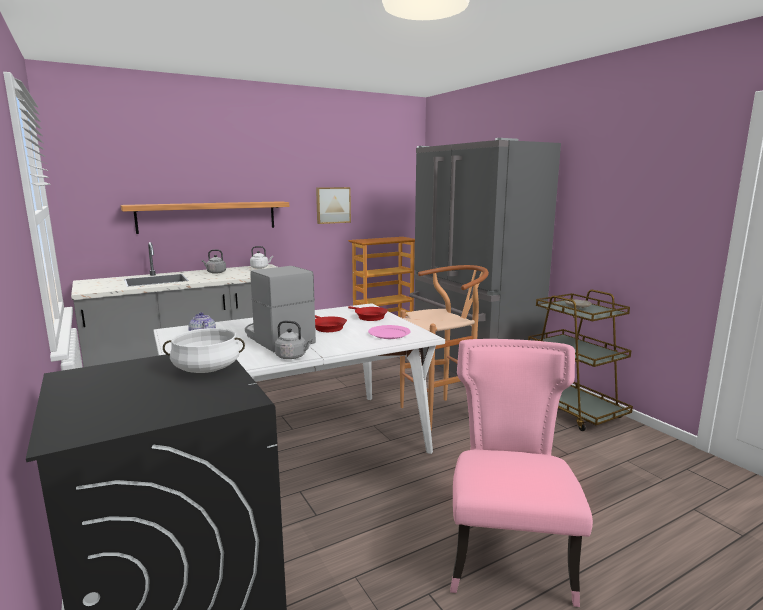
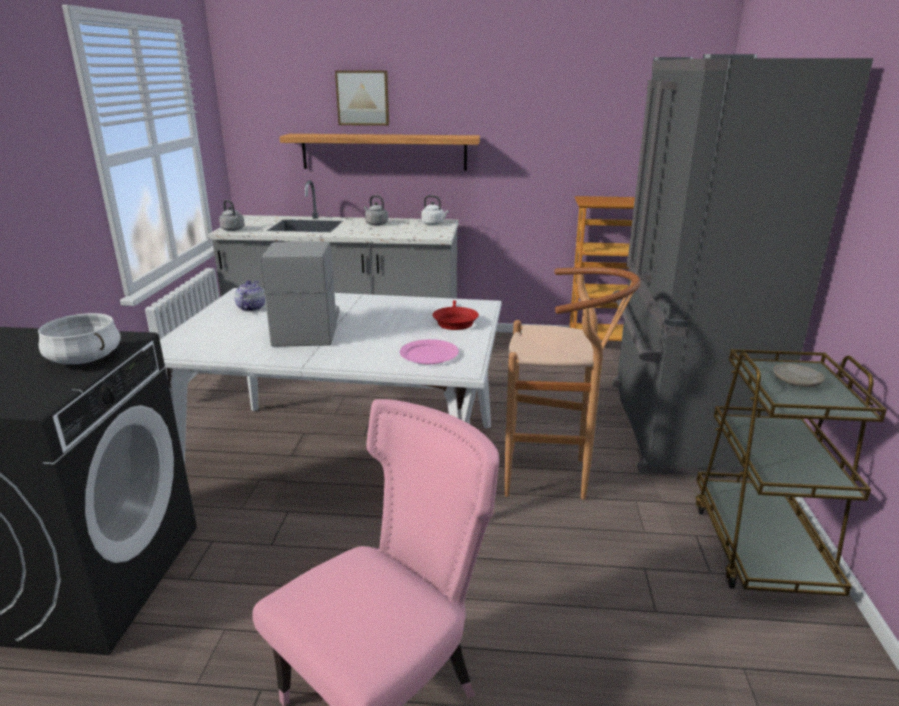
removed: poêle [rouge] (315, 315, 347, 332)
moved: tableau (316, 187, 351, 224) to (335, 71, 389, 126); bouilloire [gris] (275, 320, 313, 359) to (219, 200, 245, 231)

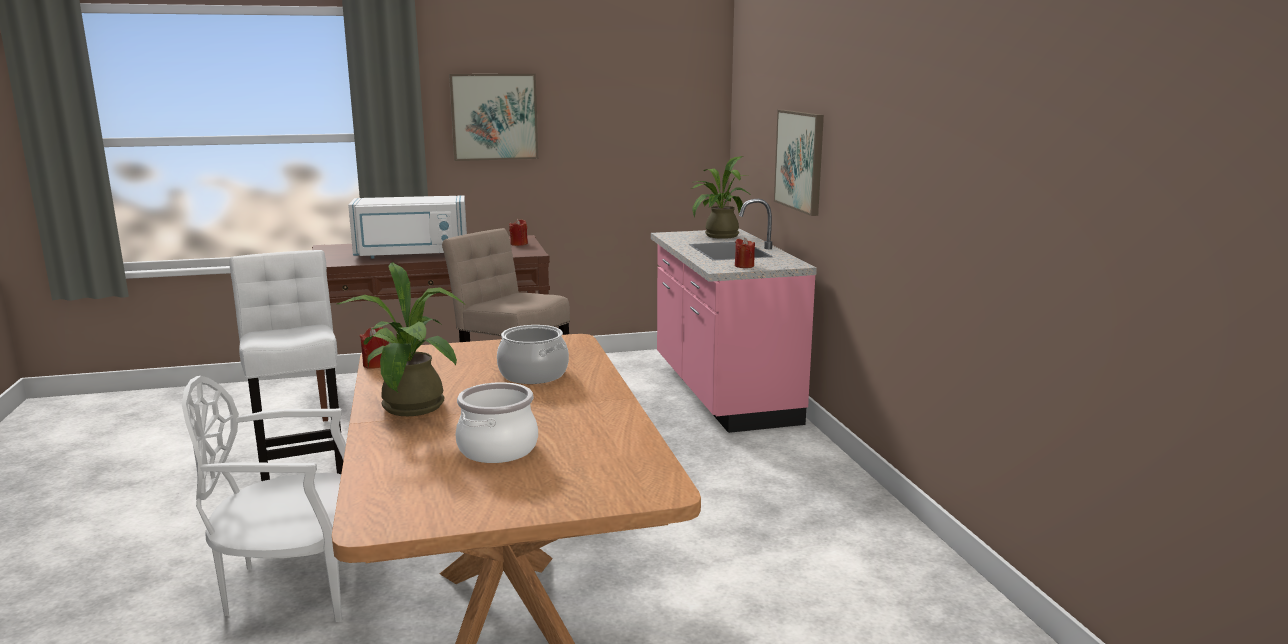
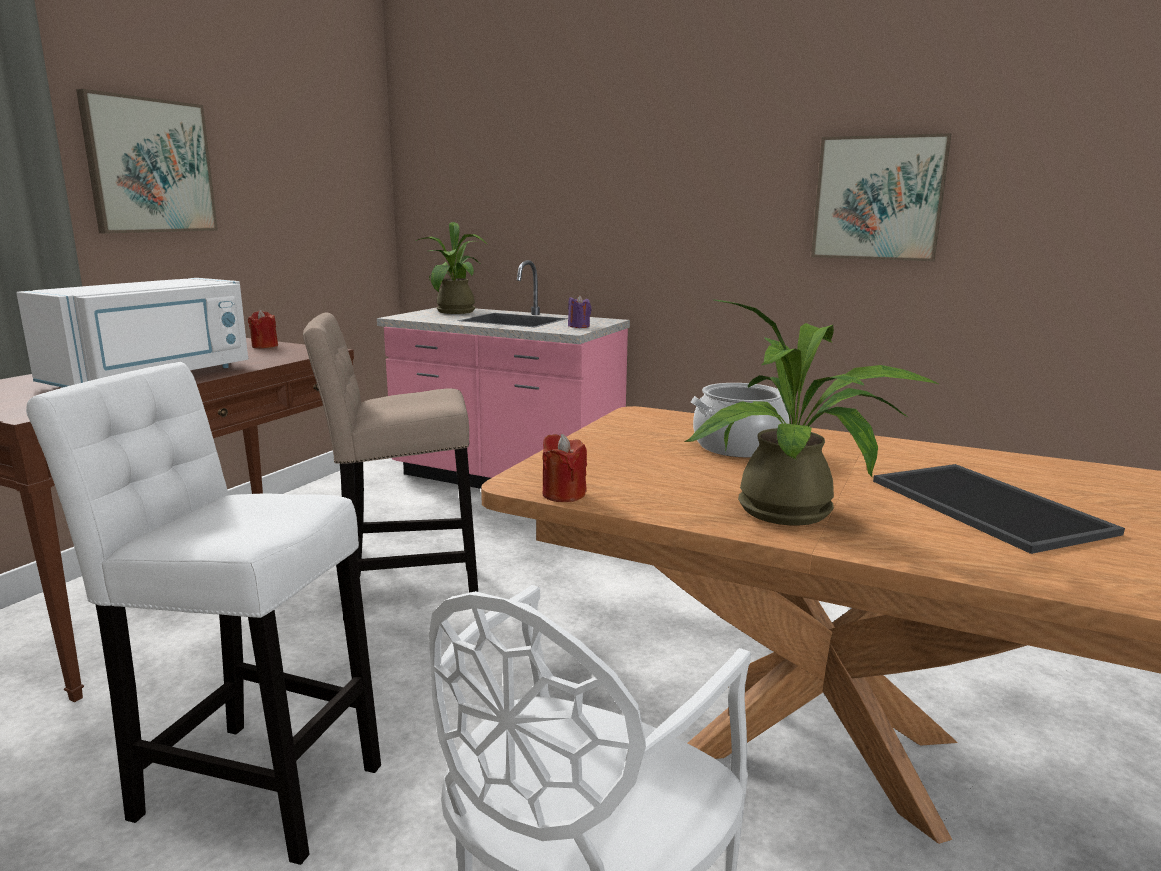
moved: tableau (774, 110, 824, 216) to (811, 133, 952, 261)
replaced: marmite (456, 382, 538, 463) to plateau (873, 464, 1125, 554)
recoloured: bougie [rouge] (735, 238, 755, 268) to bougie [violet] (568, 295, 592, 328)

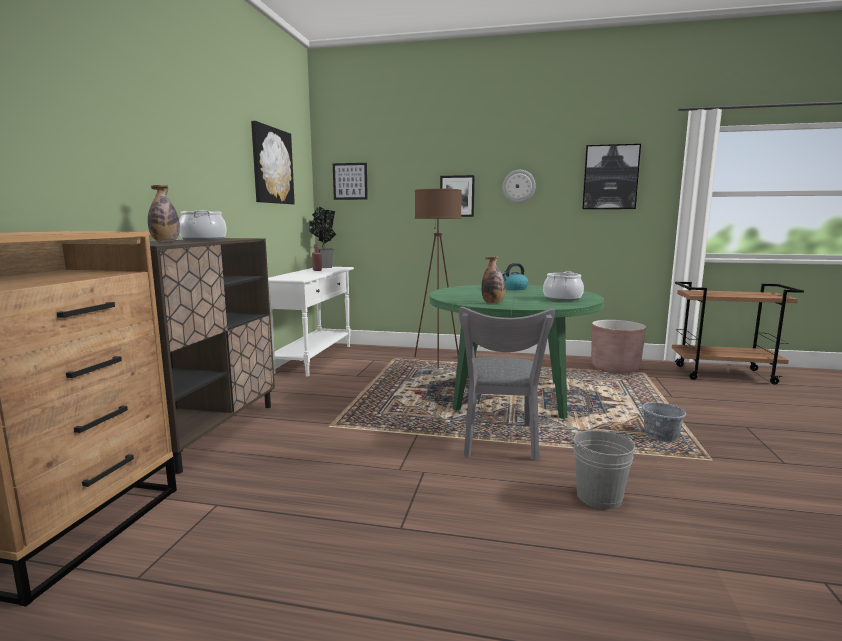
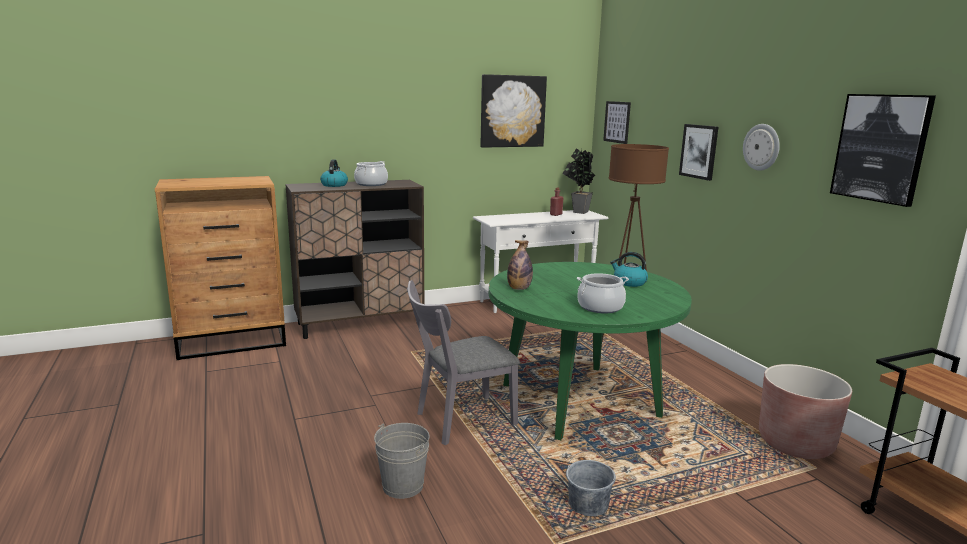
replaced: bouteille (148, 185, 180, 242) to bouilloire (320, 159, 348, 187)

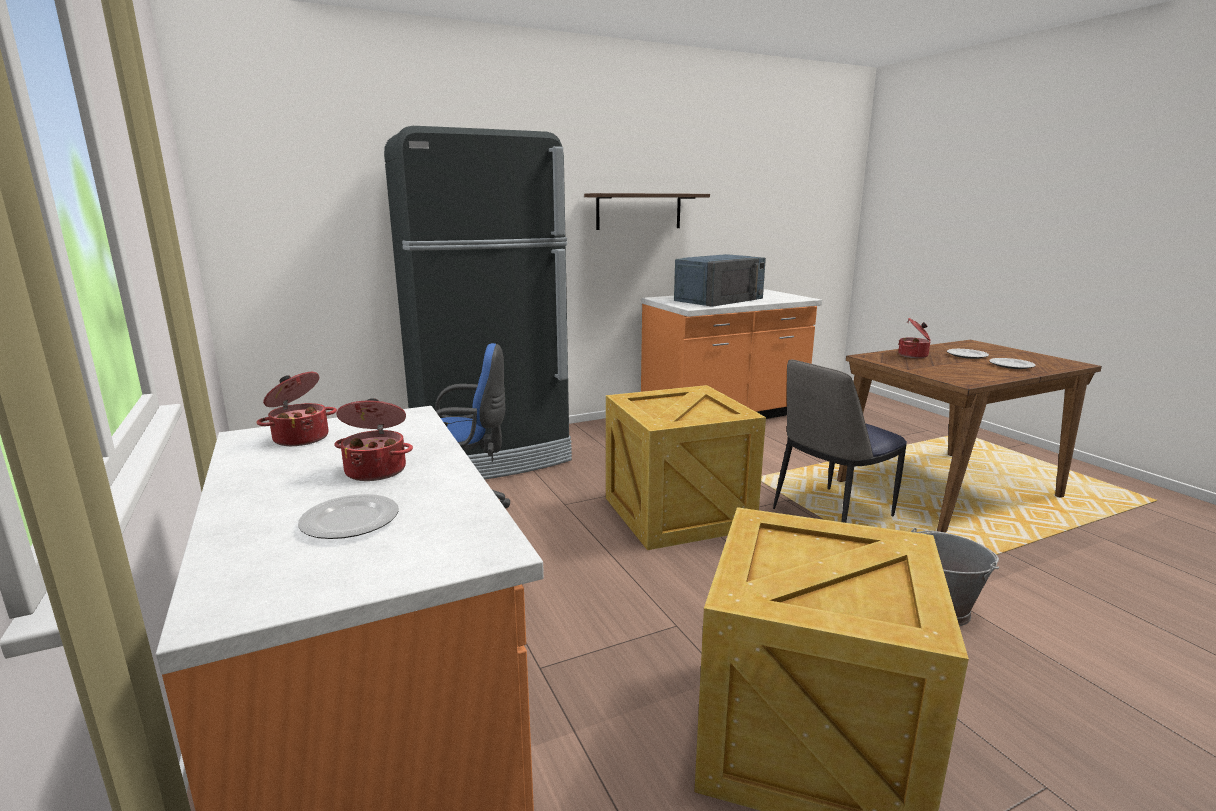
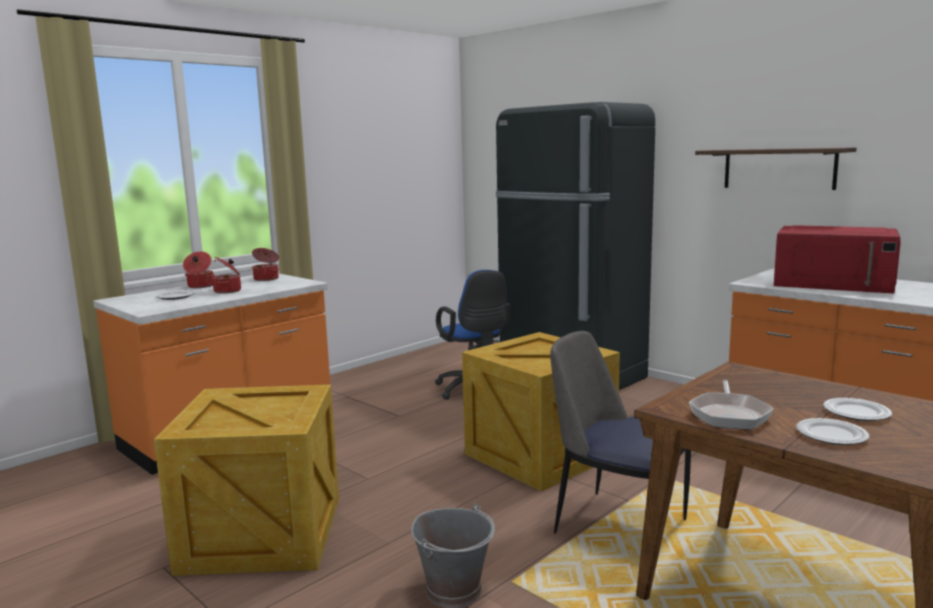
added: poêle (689, 380, 774, 430)
moved: marmite (898, 318, 931, 358) to (183, 251, 215, 288)
recoloured: micro-ondes [bleu] (674, 254, 766, 307) to micro-ondes [rouge] (774, 225, 901, 294)

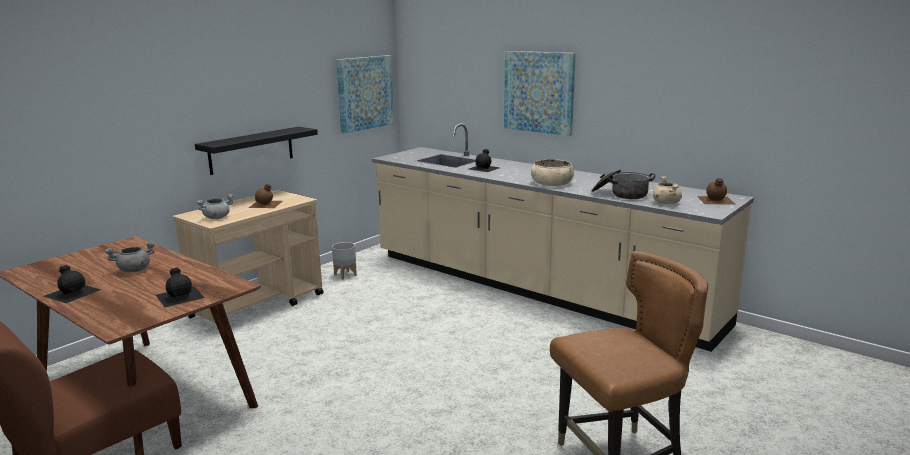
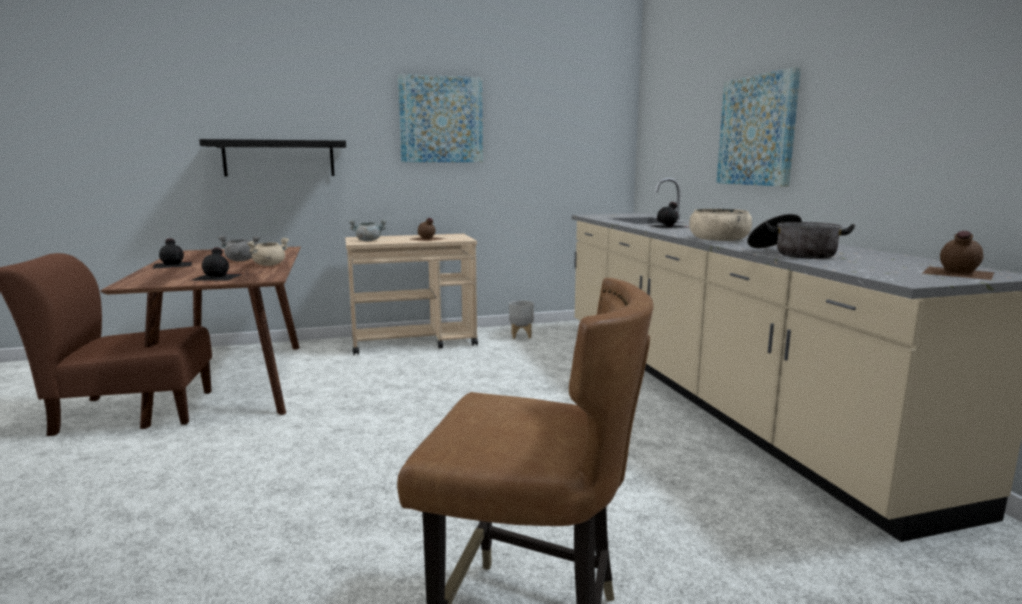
moved: tableau (336, 55, 394, 133) to (398, 74, 483, 162); étagère [noir] (195, 127, 318, 175) to (199, 139, 346, 177); marmite [beige] (653, 176, 682, 204) to (247, 238, 289, 266)

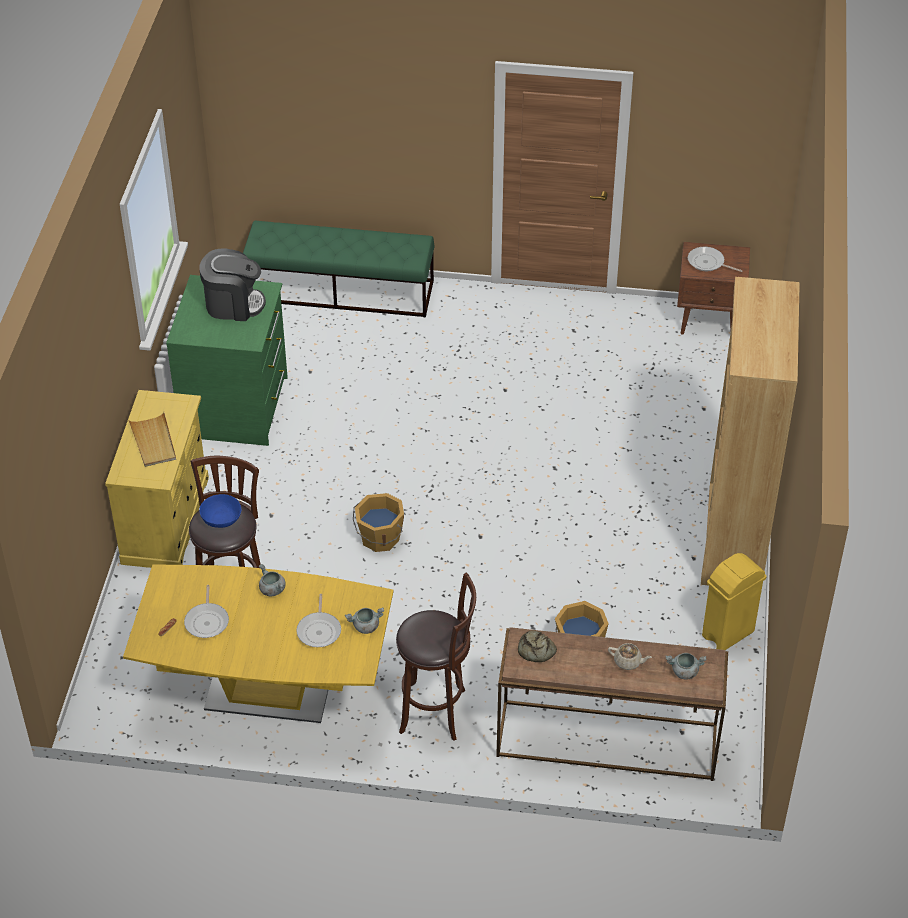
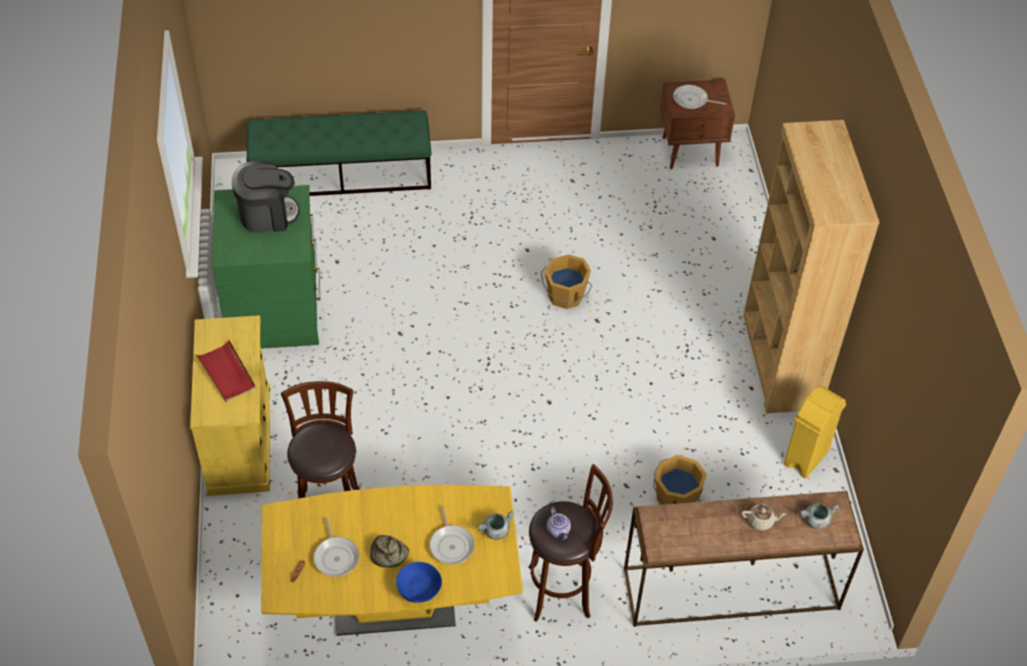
removed: marmite [gris] (259, 564, 286, 596)
added: théière (547, 507, 571, 540)
moved: seau [orange] (353, 493, 404, 552) to (541, 255, 592, 309); bol [bleu] (199, 494, 241, 528) to (396, 562, 442, 603); pain (518, 630, 557, 662) to (370, 535, 409, 568)
recoloured: plateau [beige] (128, 412, 176, 467) to plateau [rouge] (195, 340, 256, 402)

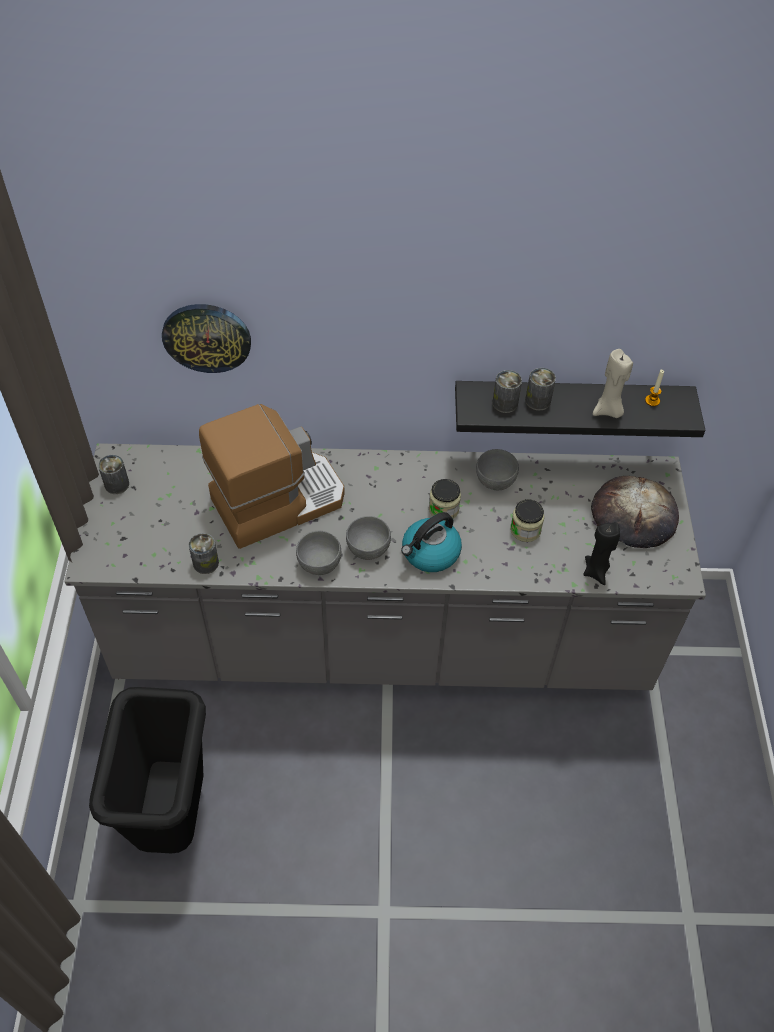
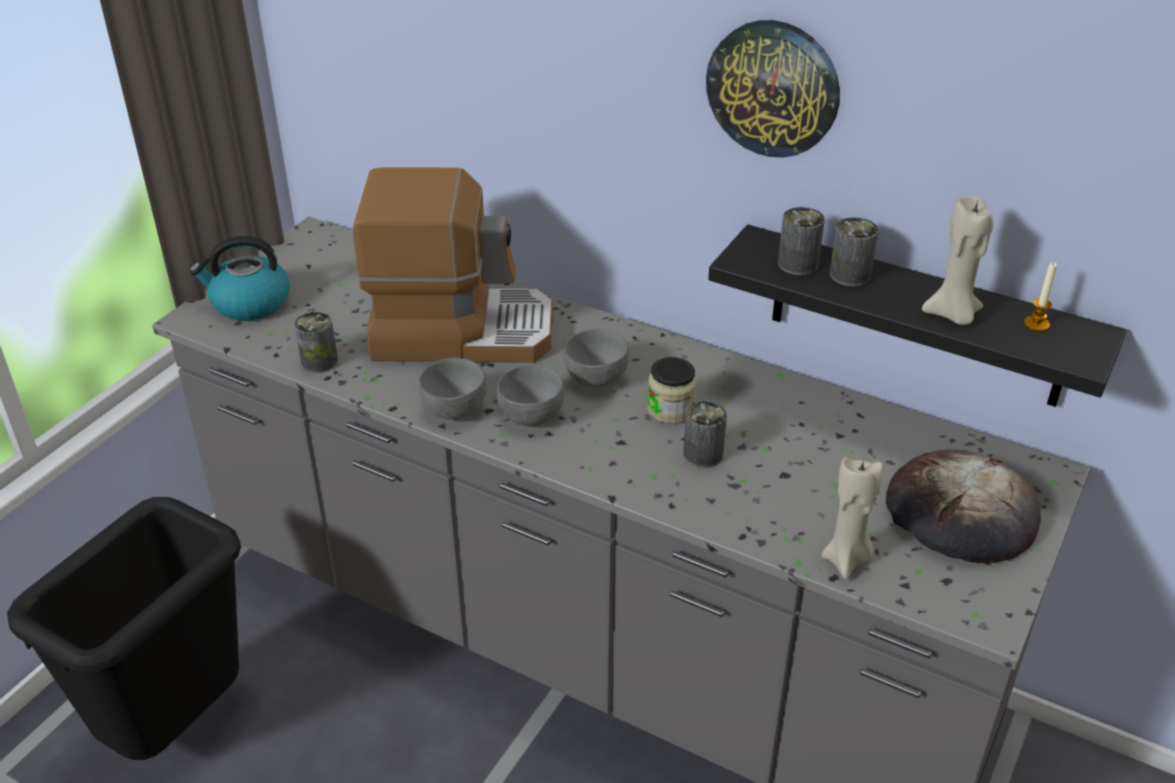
removed: bocal (510, 499, 544, 542)
moved: horloge murale (162, 304, 251, 373) to (706, 20, 840, 158); bol [gris] (476, 449, 519, 490) to (563, 329, 629, 388); boîte métallique (98, 455, 129, 494) to (683, 401, 727, 468); bouilloire (401, 512, 462, 572) to (190, 236, 290, 321)
recoloured: bougie [noir] (583, 522, 620, 585) to bougie [beige] (822, 457, 883, 579)

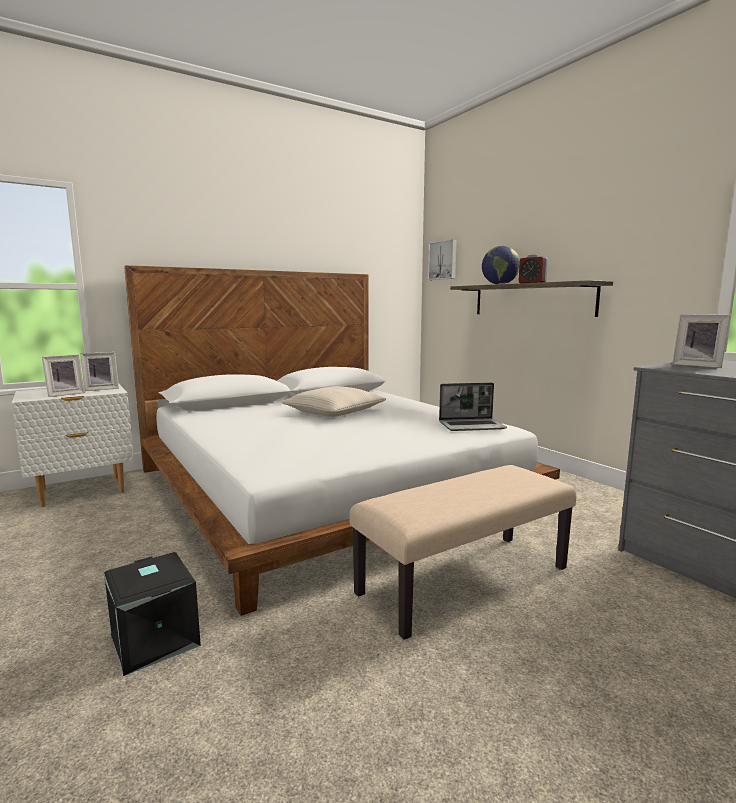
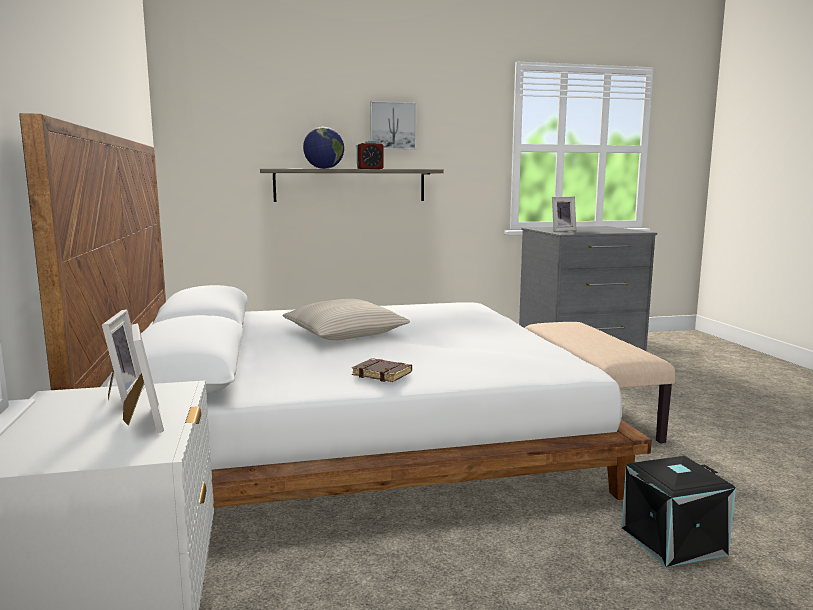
removed: ordinateur portable (439, 383, 507, 431)
added: livre [marron] (352, 358, 412, 382)
moved: tableau (428, 239, 457, 280) to (370, 101, 416, 150)

